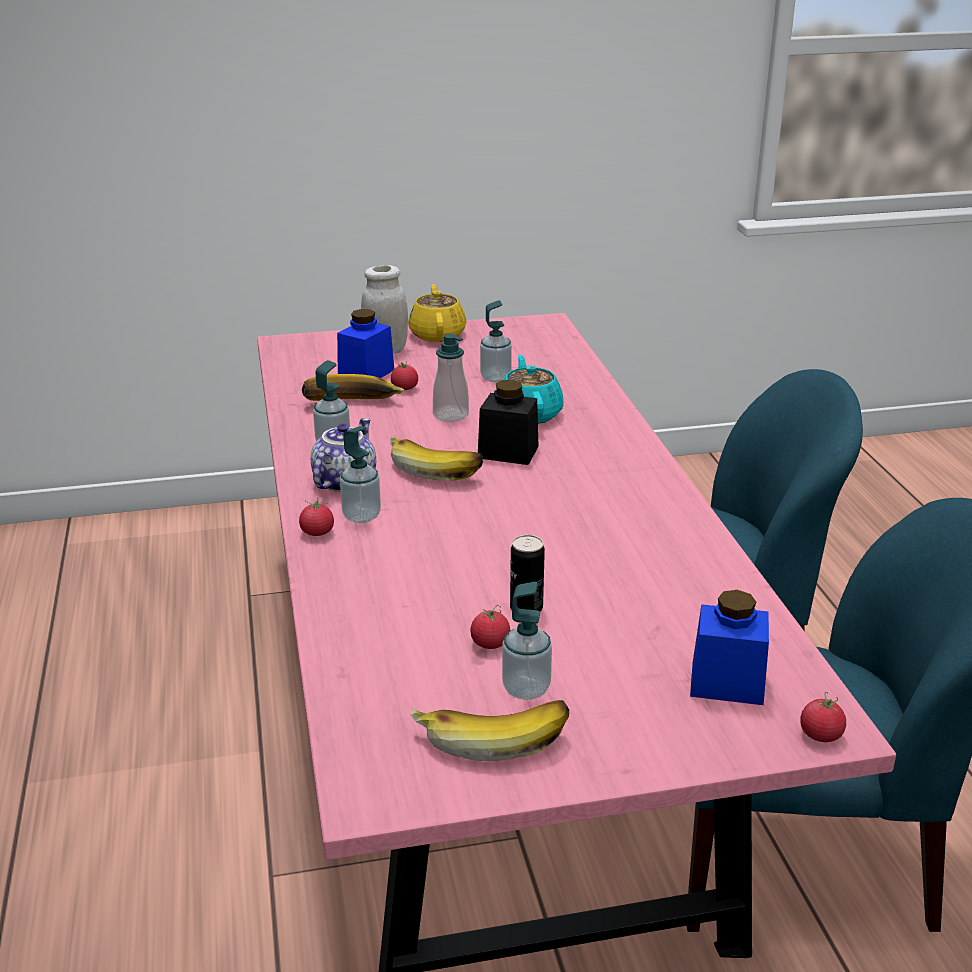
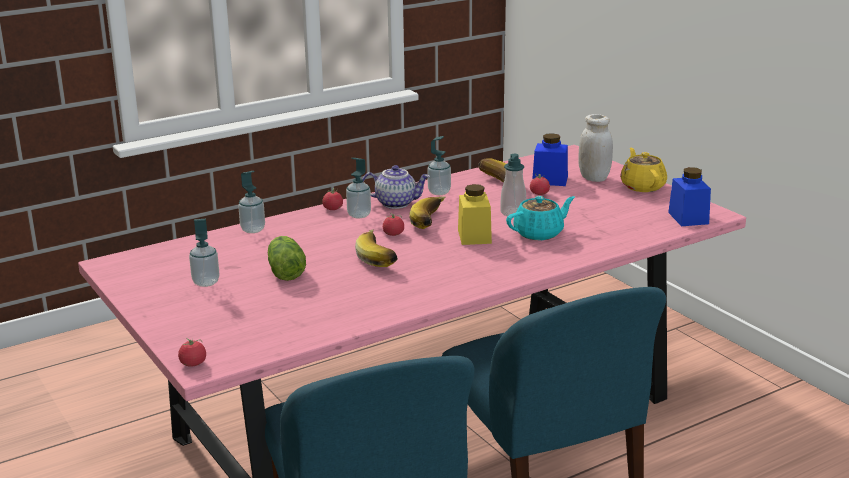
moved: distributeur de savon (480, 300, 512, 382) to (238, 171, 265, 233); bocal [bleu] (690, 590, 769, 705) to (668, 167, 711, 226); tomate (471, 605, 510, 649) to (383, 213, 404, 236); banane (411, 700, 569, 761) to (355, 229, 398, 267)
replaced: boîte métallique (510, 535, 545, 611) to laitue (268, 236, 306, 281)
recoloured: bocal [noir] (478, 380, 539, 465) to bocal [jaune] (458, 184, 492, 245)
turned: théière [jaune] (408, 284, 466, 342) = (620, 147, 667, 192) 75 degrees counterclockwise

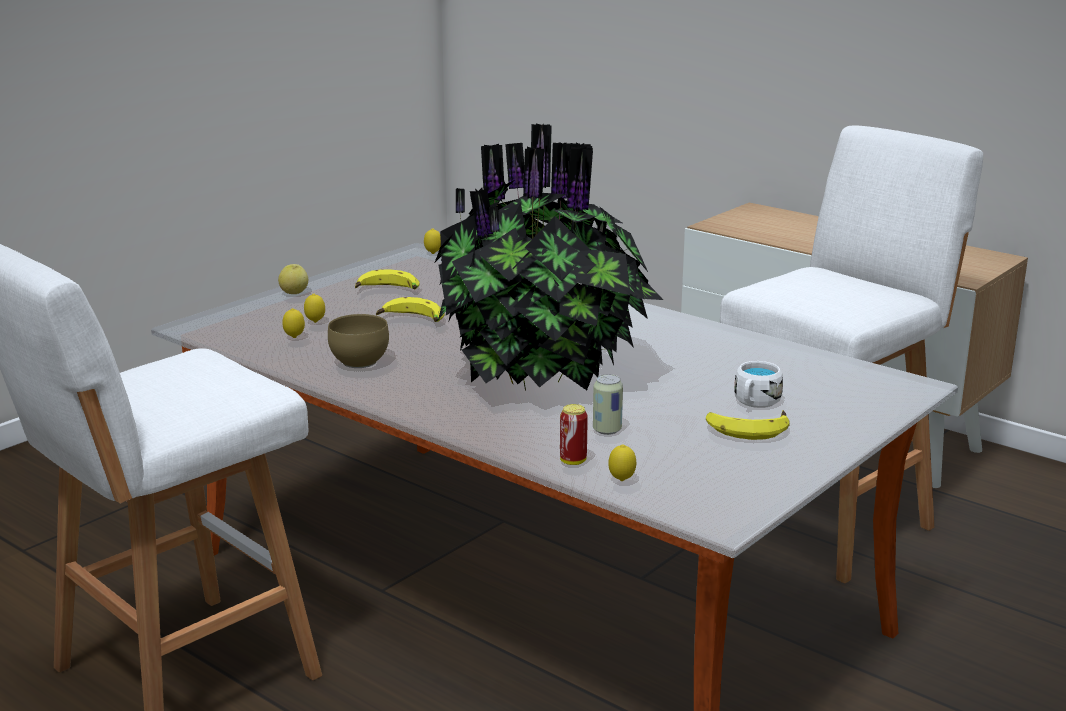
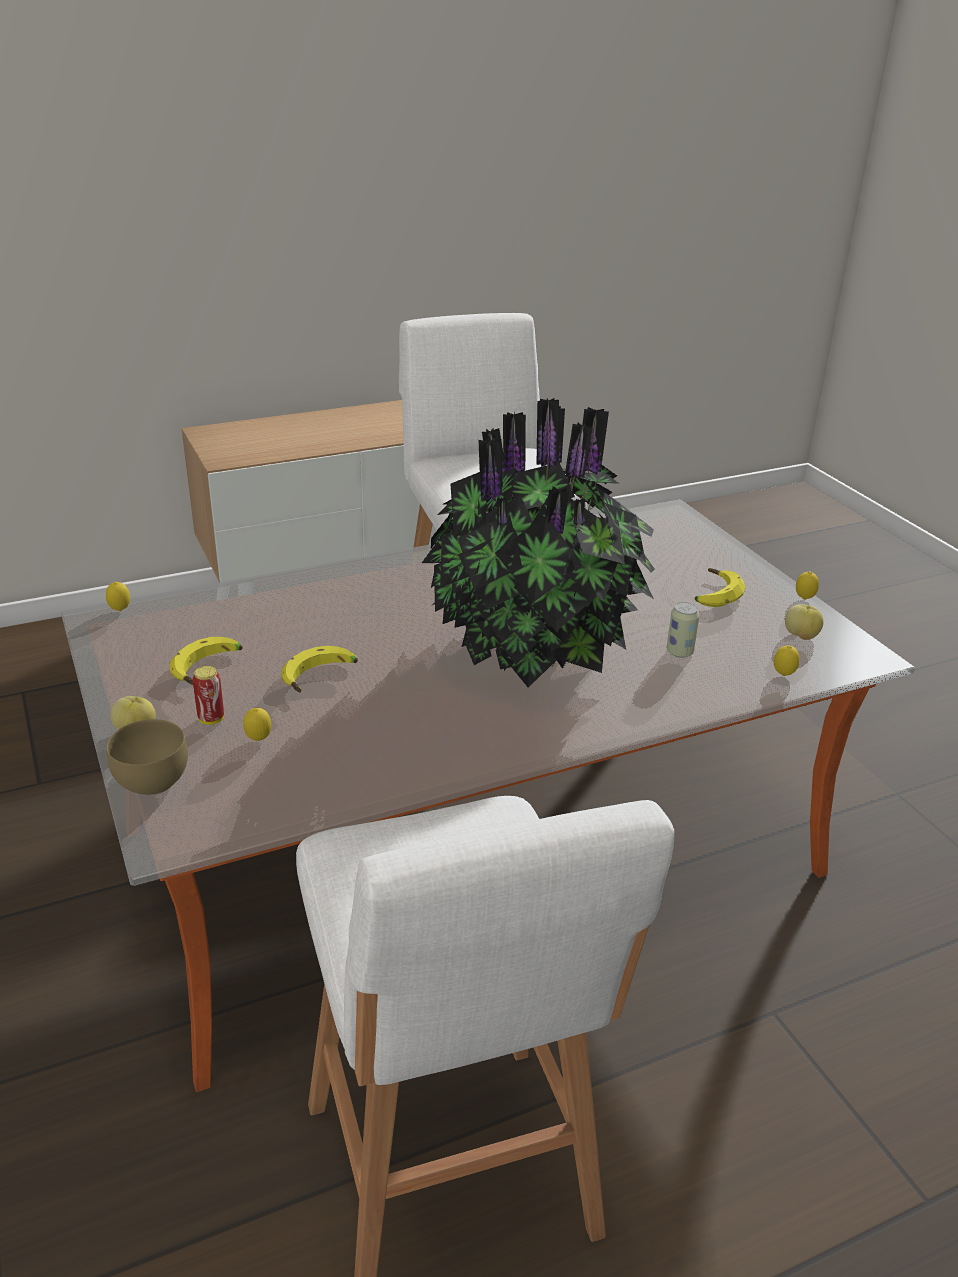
removed: mug [blanc] (734, 361, 783, 408)
added: pomme (785, 604, 823, 640)
moved: citron (282, 308, 305, 338) to (796, 571, 819, 600); bol [marron] (328, 314, 389, 368) to (107, 719, 188, 796); boîte métallique (560, 404, 588, 465) to (192, 666, 224, 725)

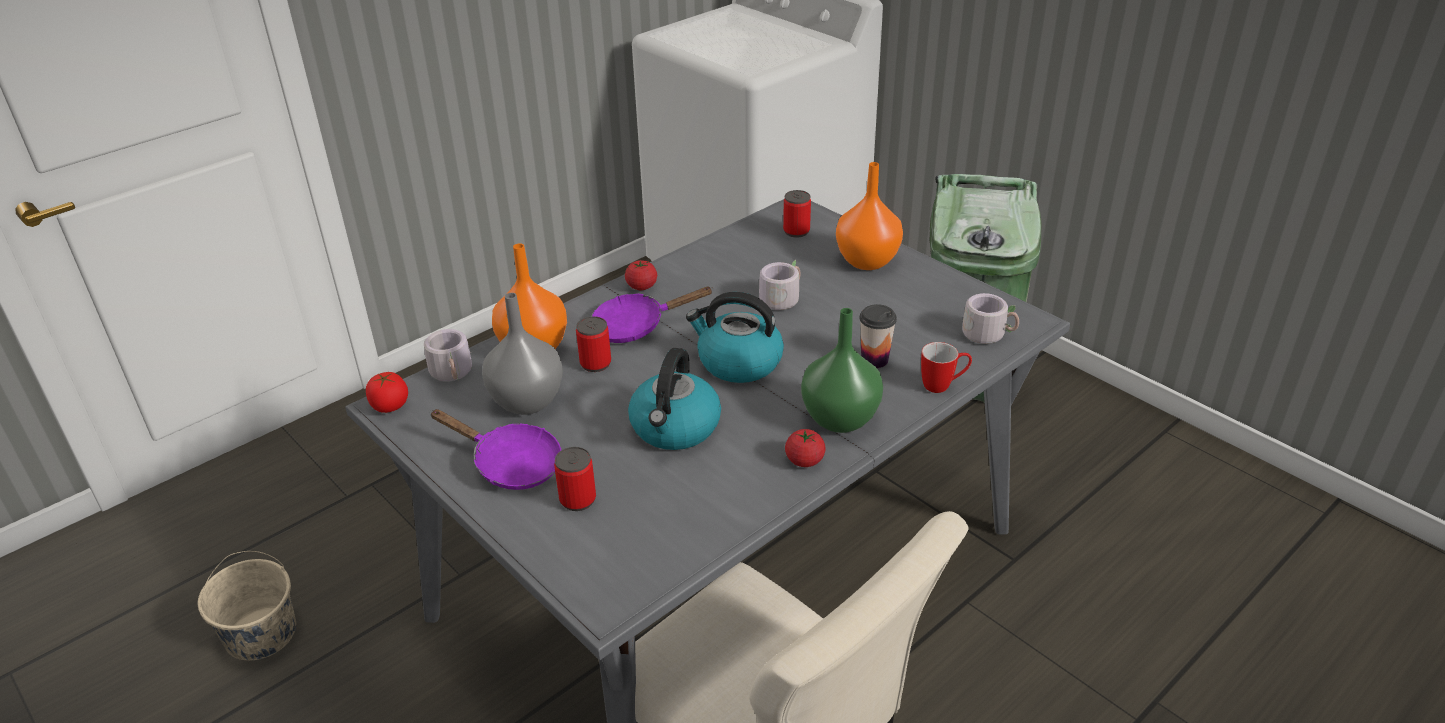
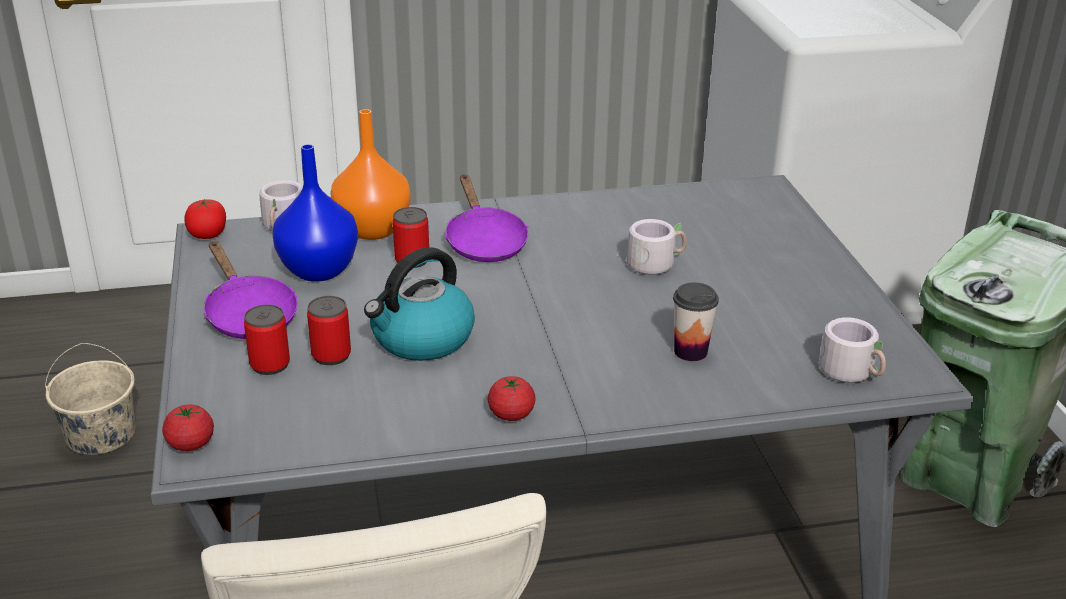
removed: vase [orange] (836, 162, 903, 270); bouilloire (686, 292, 784, 383); vase [vert] (801, 308, 883, 433); mug (921, 342, 972, 393)
moved: boîte métallique (783, 190, 811, 238) to (307, 296, 351, 365); tomate (625, 260, 657, 290) to (162, 405, 214, 451)
recoloured: vase [gris] (482, 293, 563, 415) to vase [bleu] (272, 144, 358, 282)
turned: poêle [violet] (591, 286, 713, 343) = (445, 174, 528, 262) 120 degrees counterclockwise

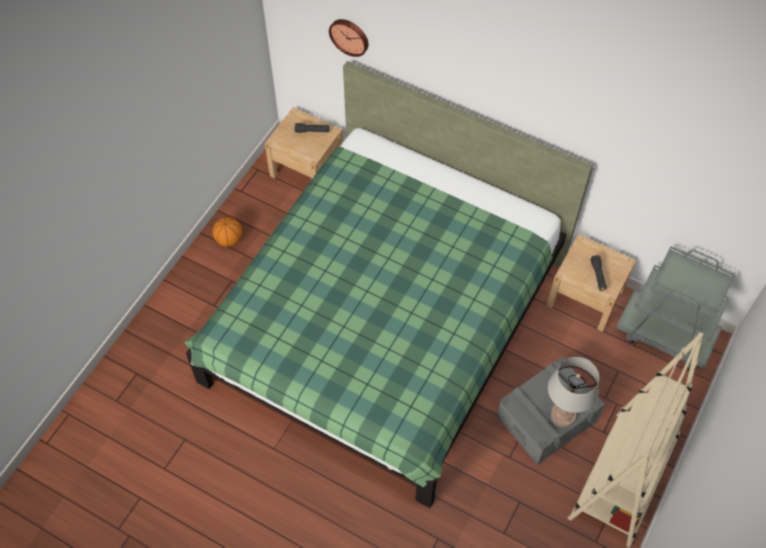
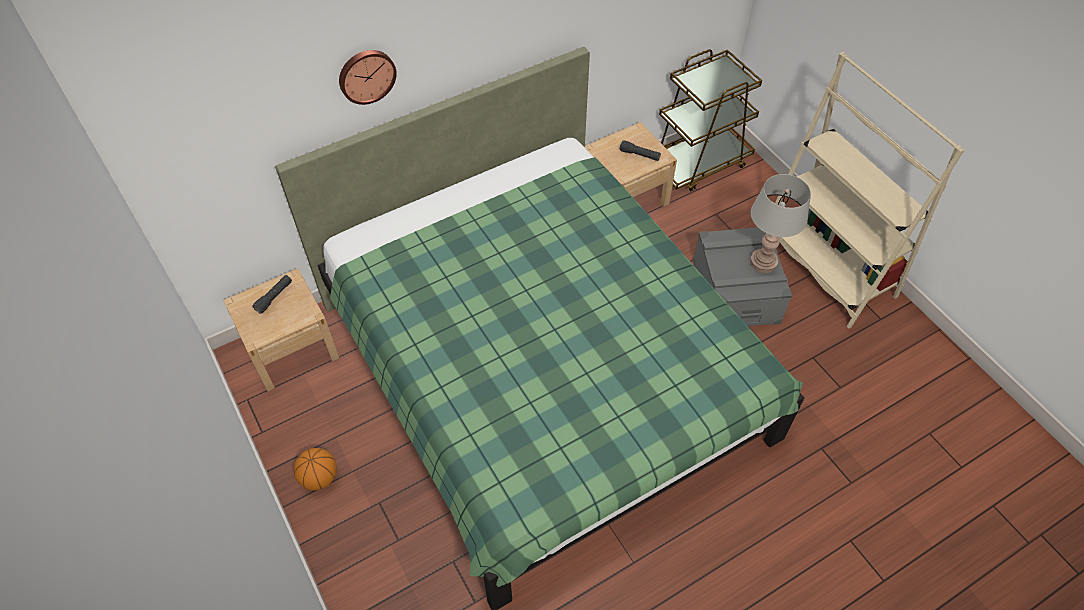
moved: horloge murale (329, 19, 369, 57) to (339, 50, 397, 105)
recoloured: chariot [gris] (616, 246, 735, 370) to chariot [marron] (659, 49, 762, 191)

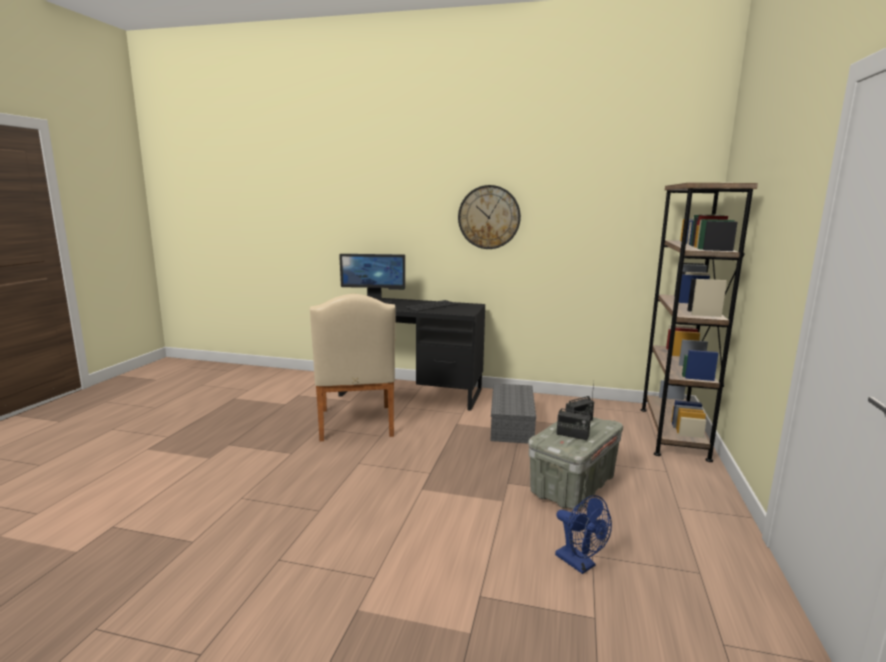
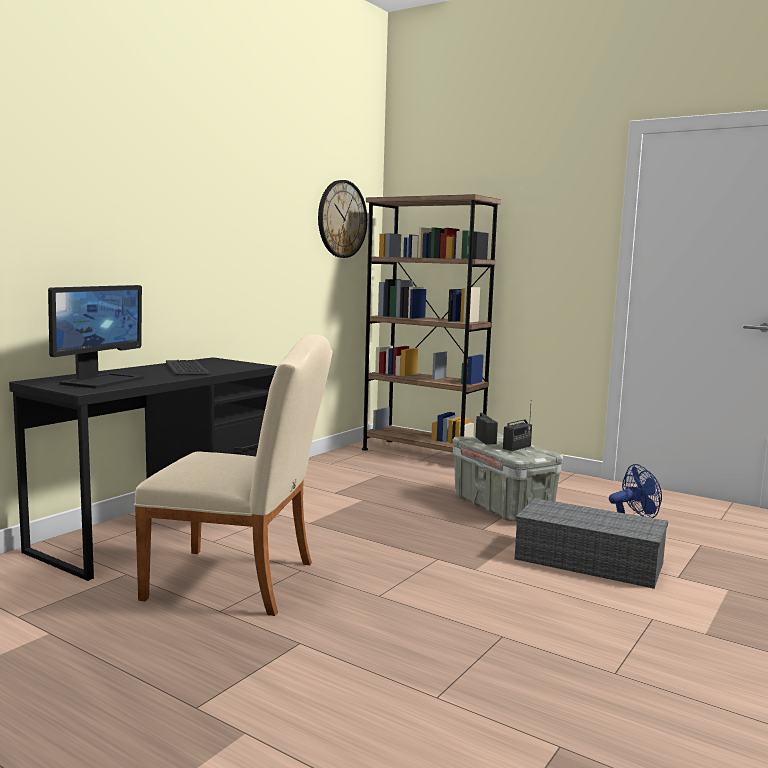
moved: horloge murale (458, 185, 521, 249) to (318, 180, 367, 258); boîte de rangement [gris] (491, 383, 536, 444) to (515, 498, 668, 589)

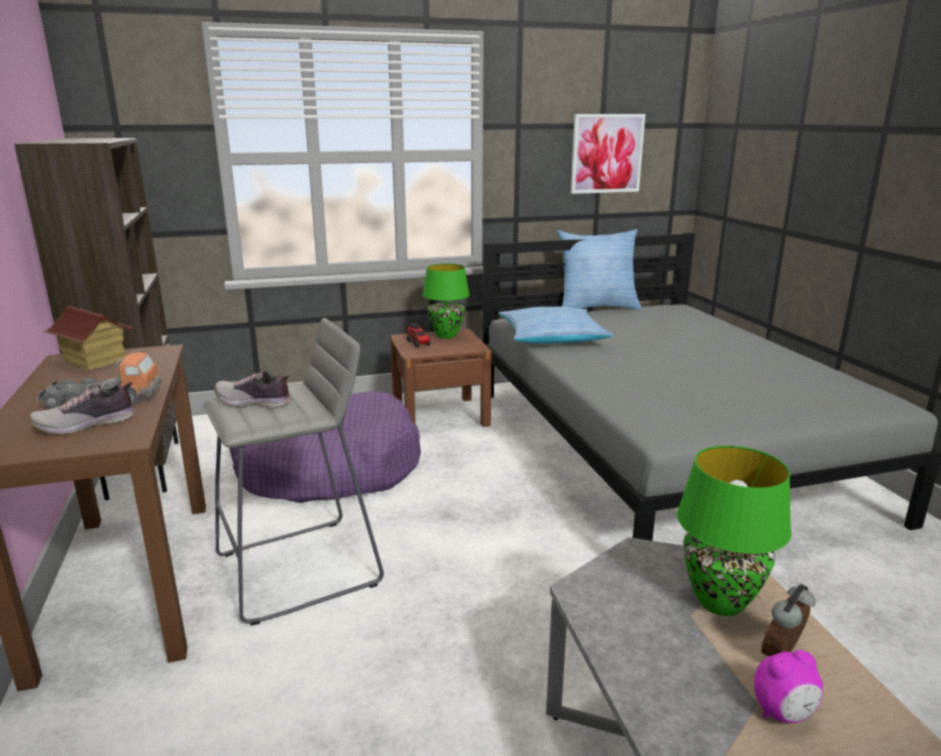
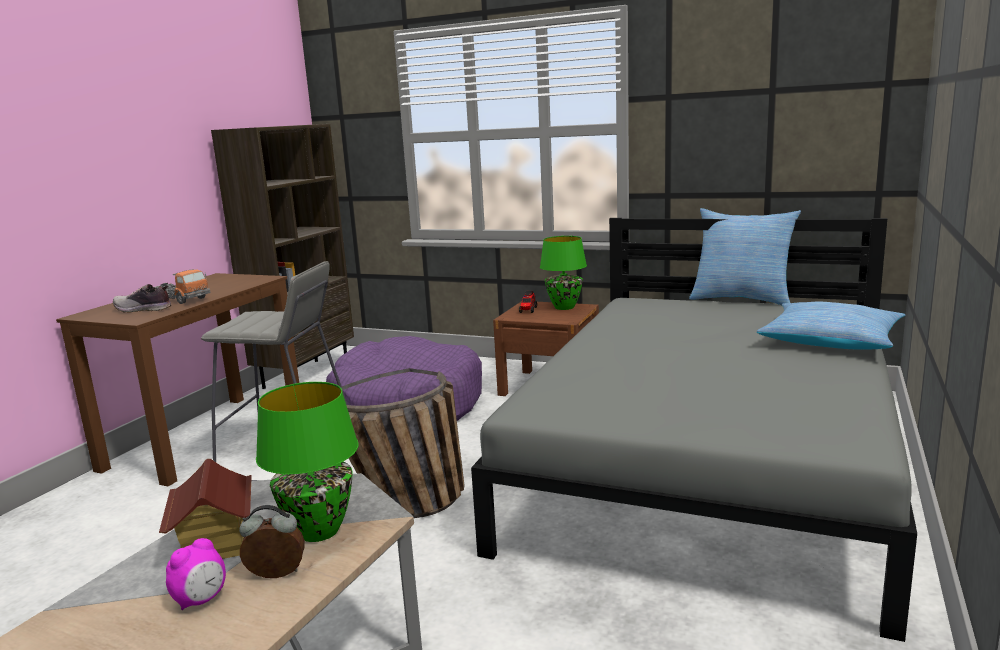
removed: tableau (570, 114, 645, 194); chaussure (215, 371, 291, 408)
added: panier (341, 368, 465, 518)
moved: maison miniature (44, 306, 133, 370) to (159, 459, 252, 559); coussin (498, 306, 613, 344) to (757, 302, 906, 350)
turned: réveil (754, 650, 823, 723) = (166, 538, 226, 610) 75 degrees counterclockwise

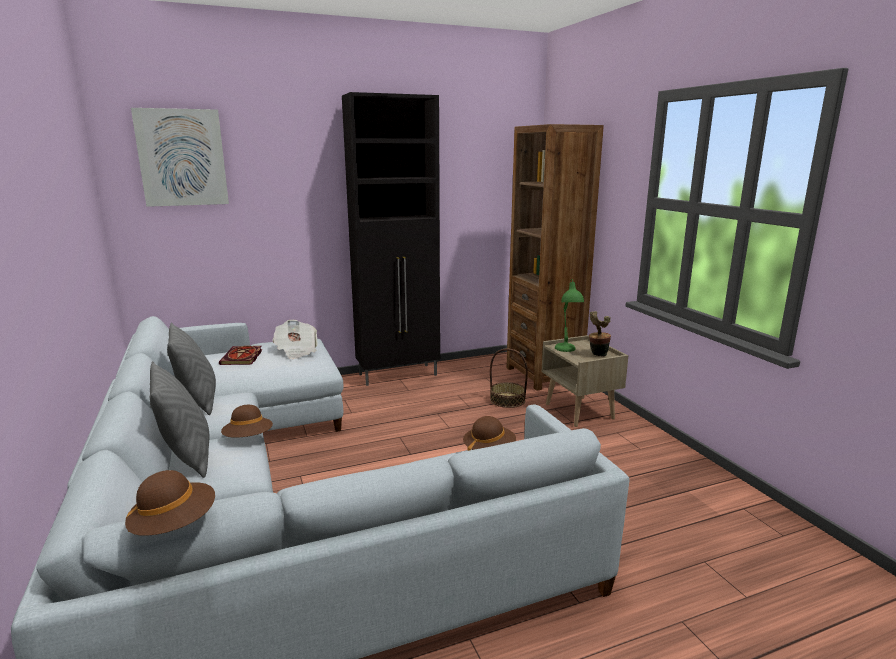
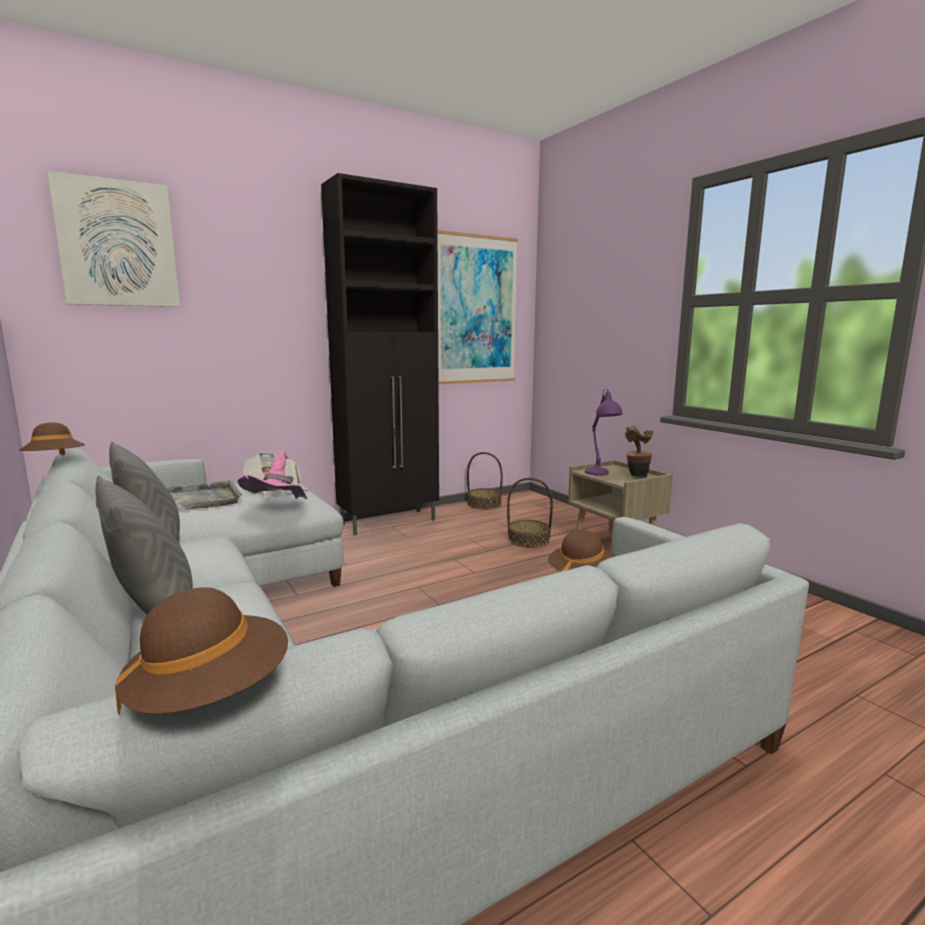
removed: bibliothèque [marron] (506, 124, 604, 391)
added: tableau (437, 230, 518, 384); chapeau [rose] (238, 449, 308, 499); panier (467, 452, 503, 509)
moved: chapeau [marron] (221, 405, 273, 438) to (19, 423, 85, 456)
replaced: livre (219, 346, 262, 365) to plateau [gris] (166, 480, 242, 511)
recoloured: lampe de table [vert] (555, 279, 584, 352) to lampe de table [violet] (585, 389, 622, 476)

